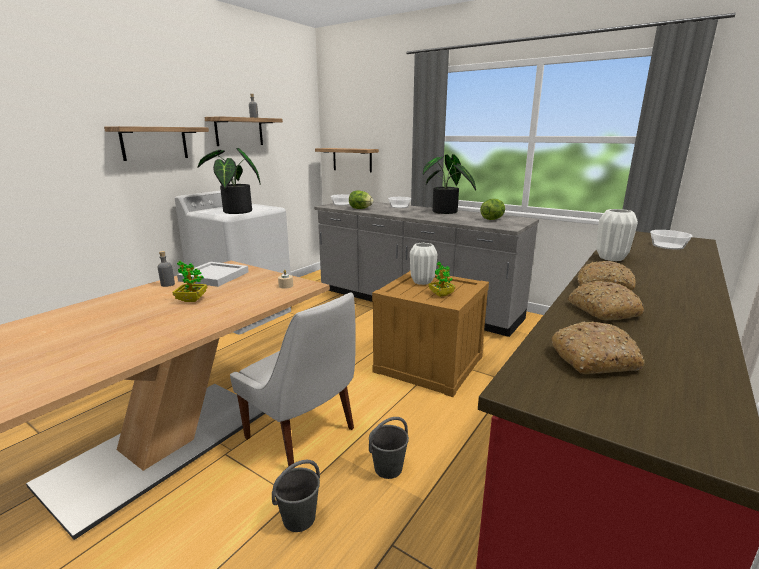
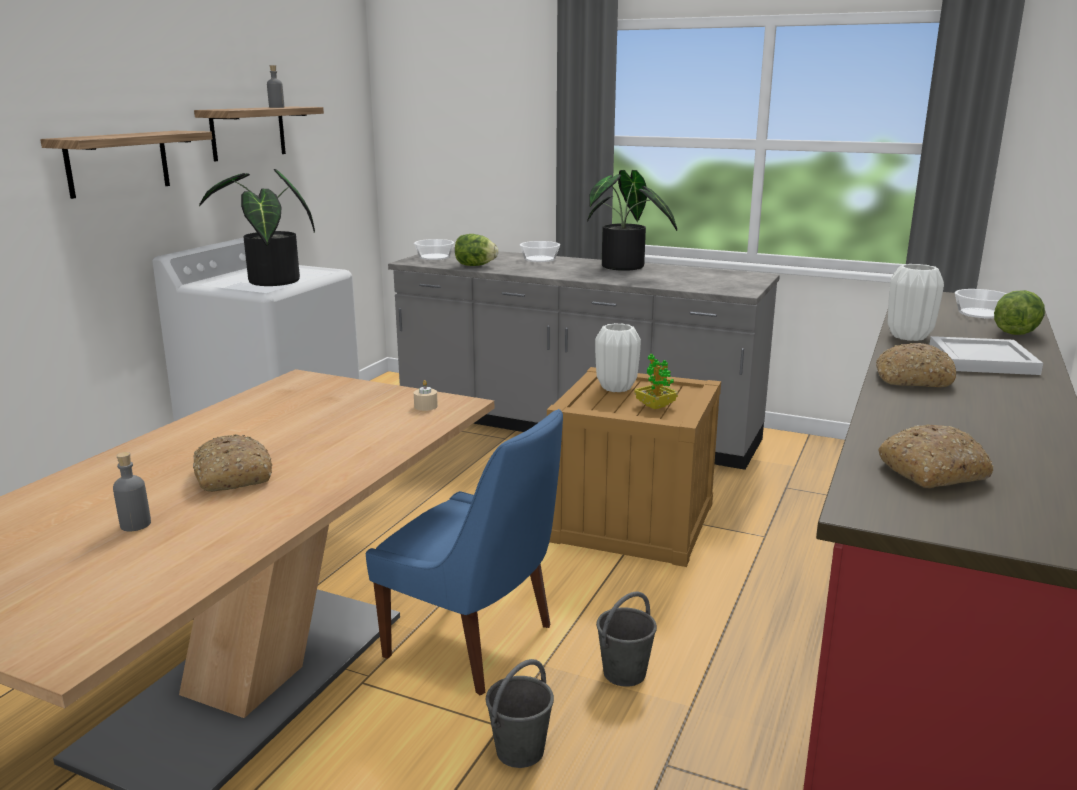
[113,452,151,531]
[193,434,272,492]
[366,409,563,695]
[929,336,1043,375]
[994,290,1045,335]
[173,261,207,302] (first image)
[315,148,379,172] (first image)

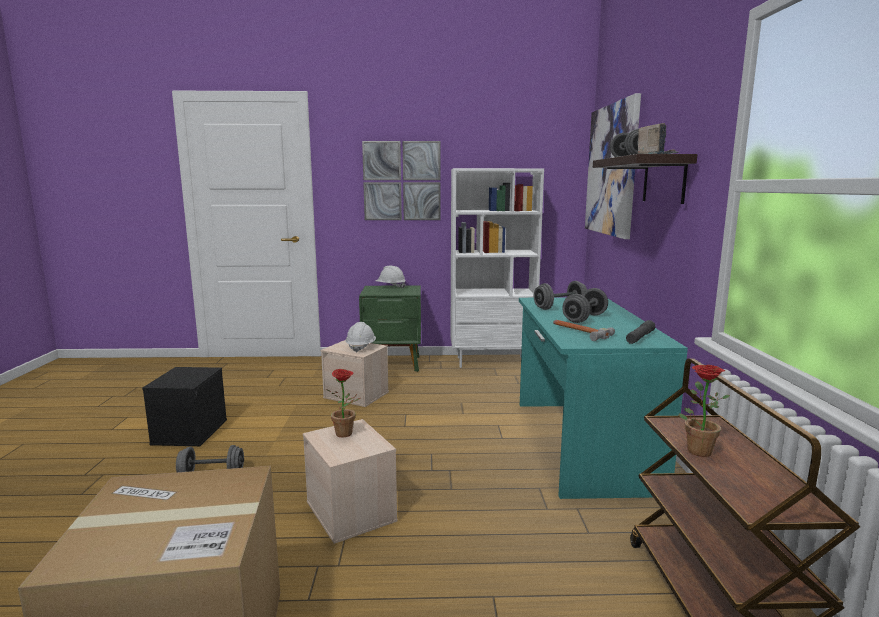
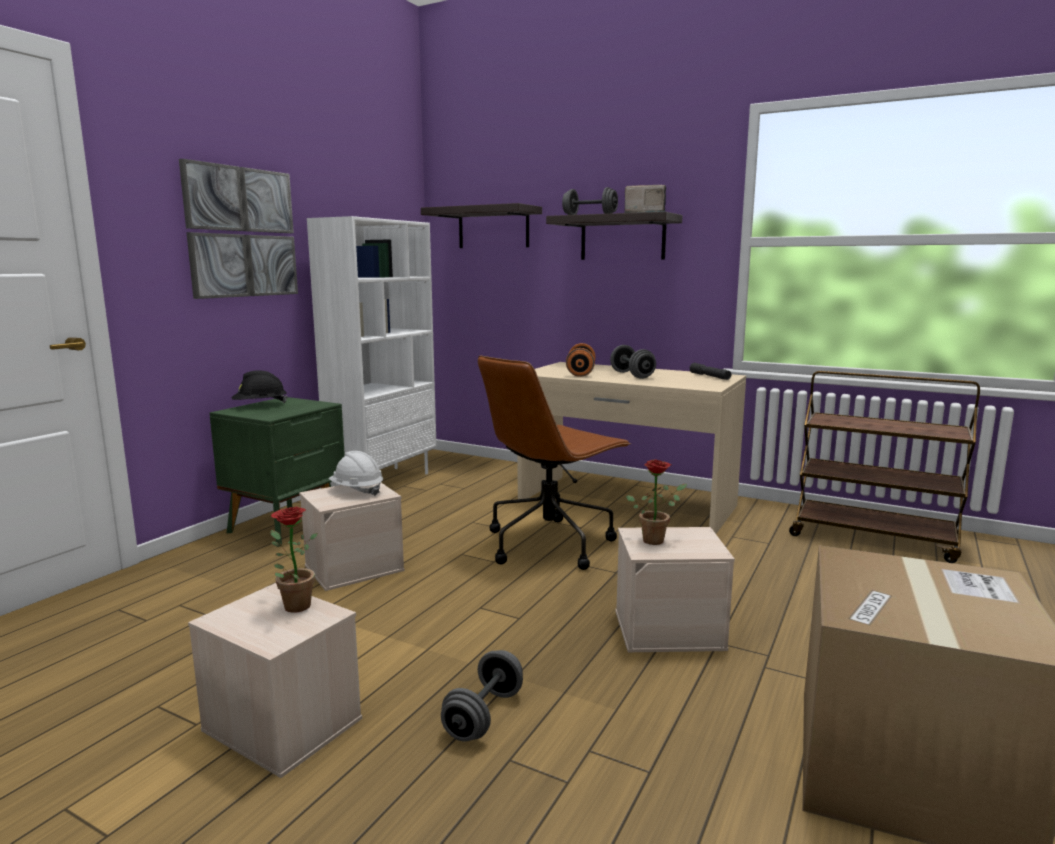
[188,583,362,778]
[232,370,288,403]
[270,507,318,613]
[421,203,542,248]
[478,356,631,570]
[518,362,746,534]
[566,343,595,377]
[553,320,615,341] (first image)

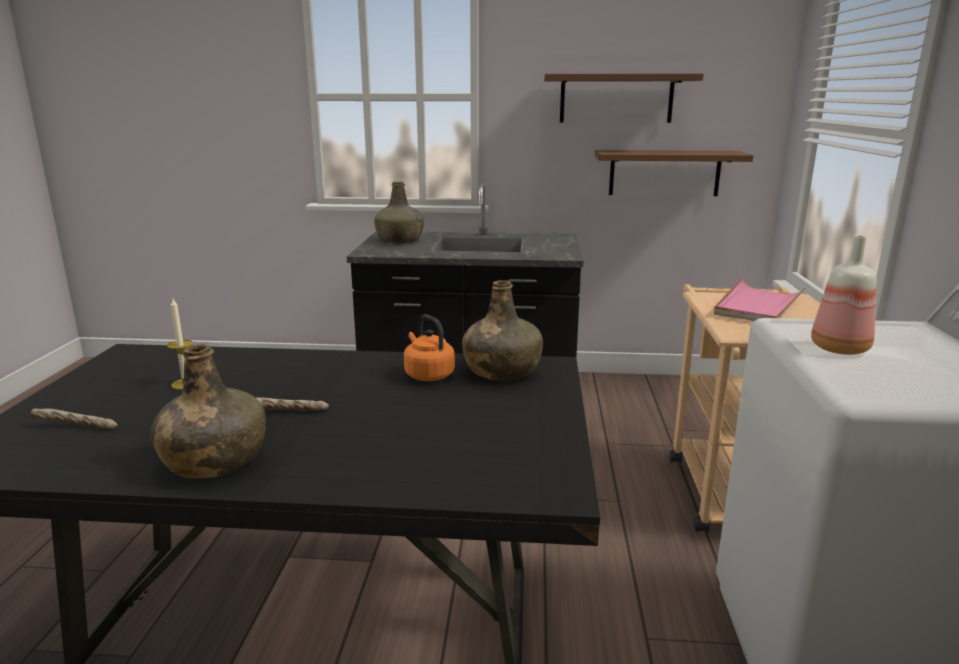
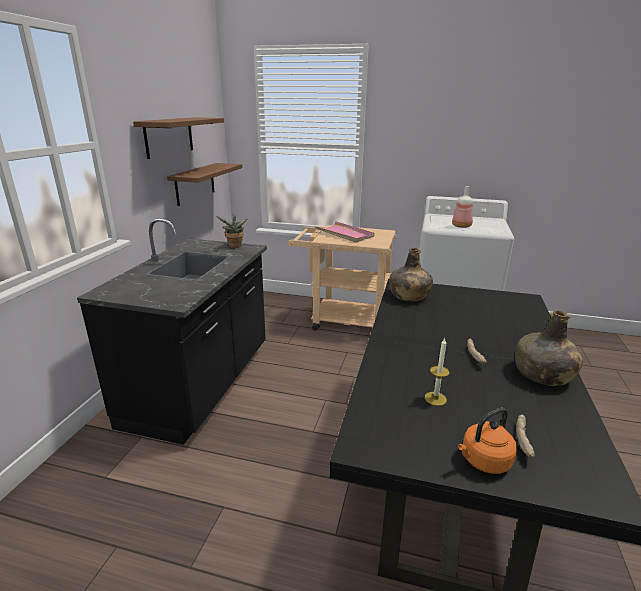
[216,213,248,248]
[458,408,517,474]
[374,181,424,243] (first image)

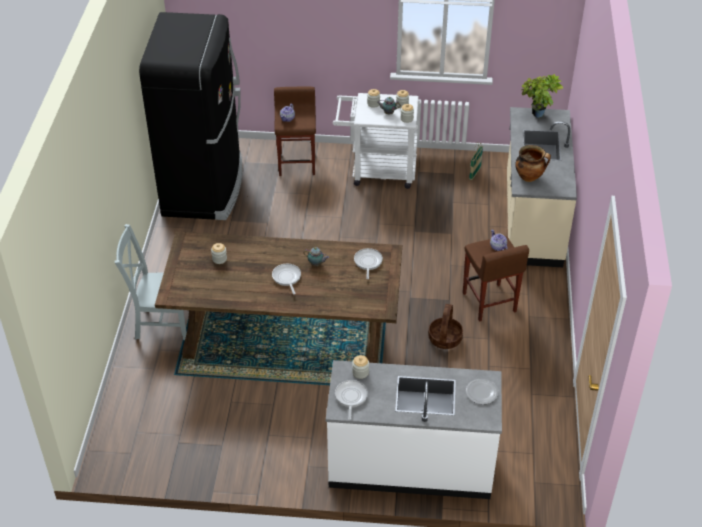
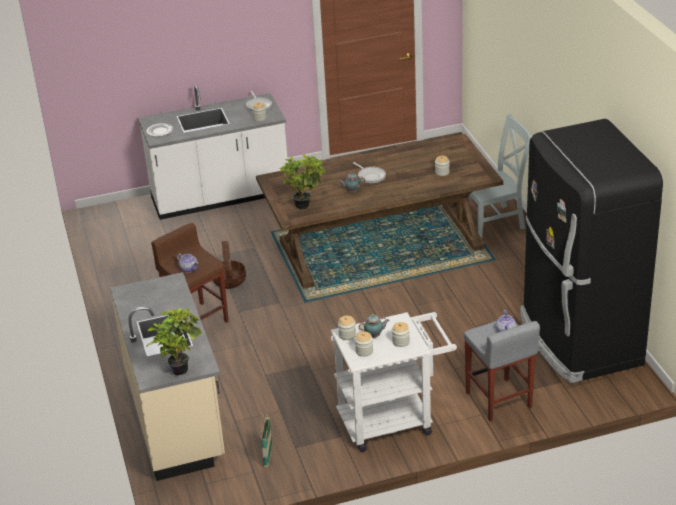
[280,154,325,210]
[463,321,540,422]
[515,145,551,182] (first image)

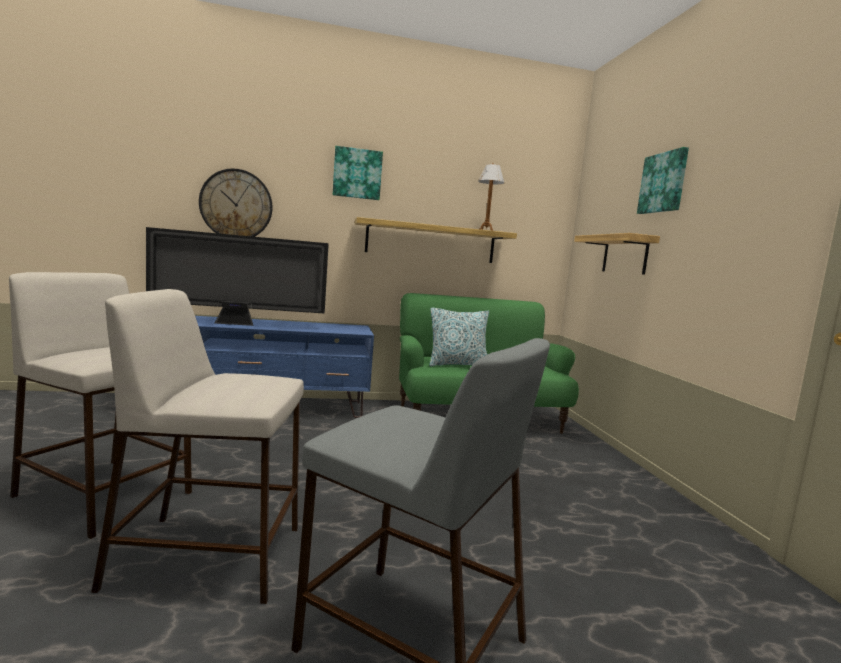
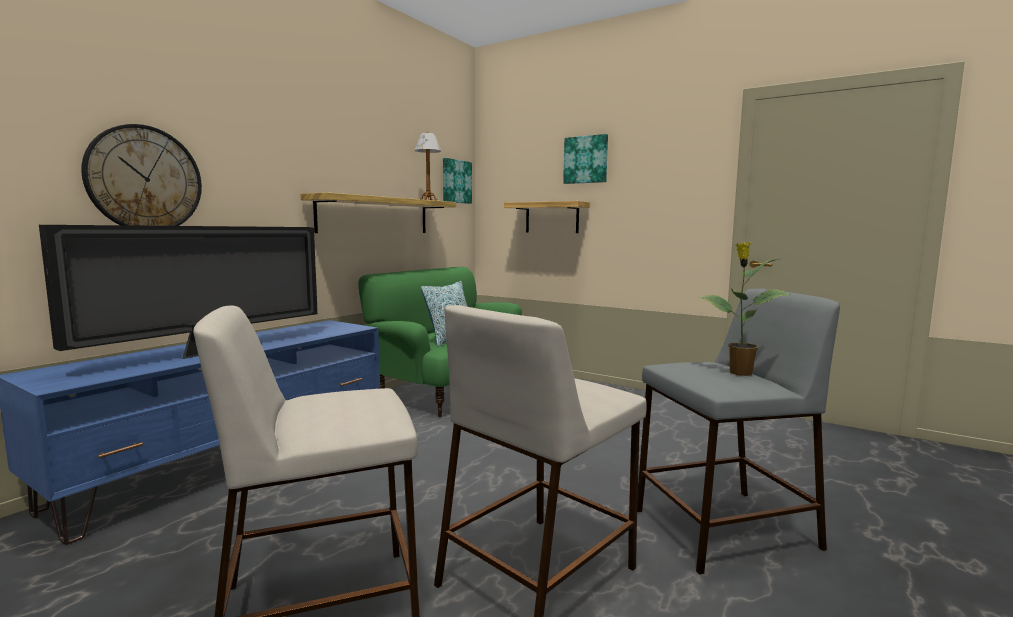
[443,158,472,204]
[699,242,791,376]

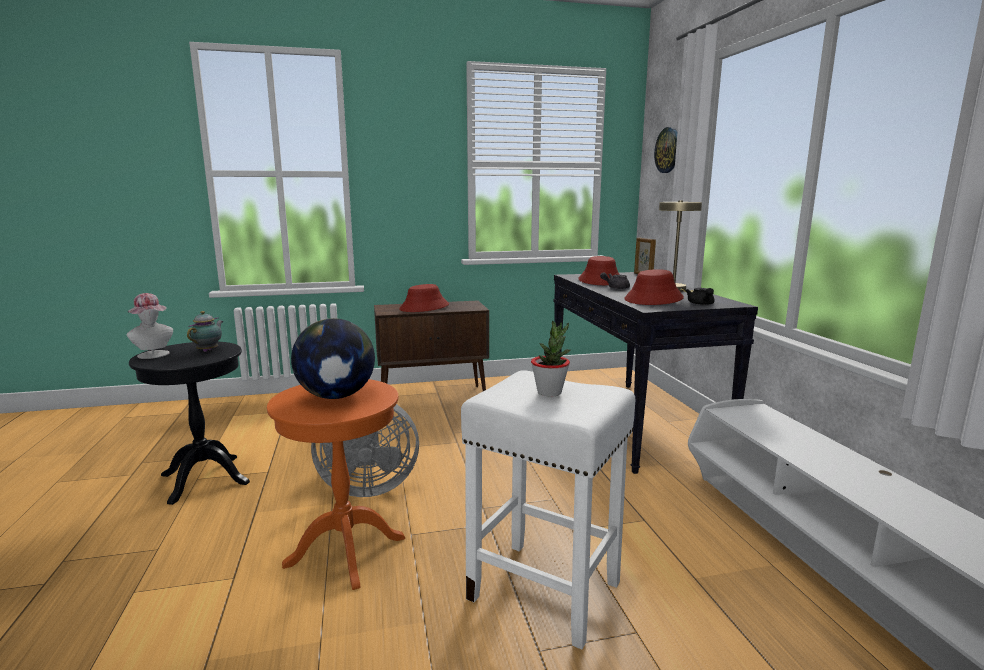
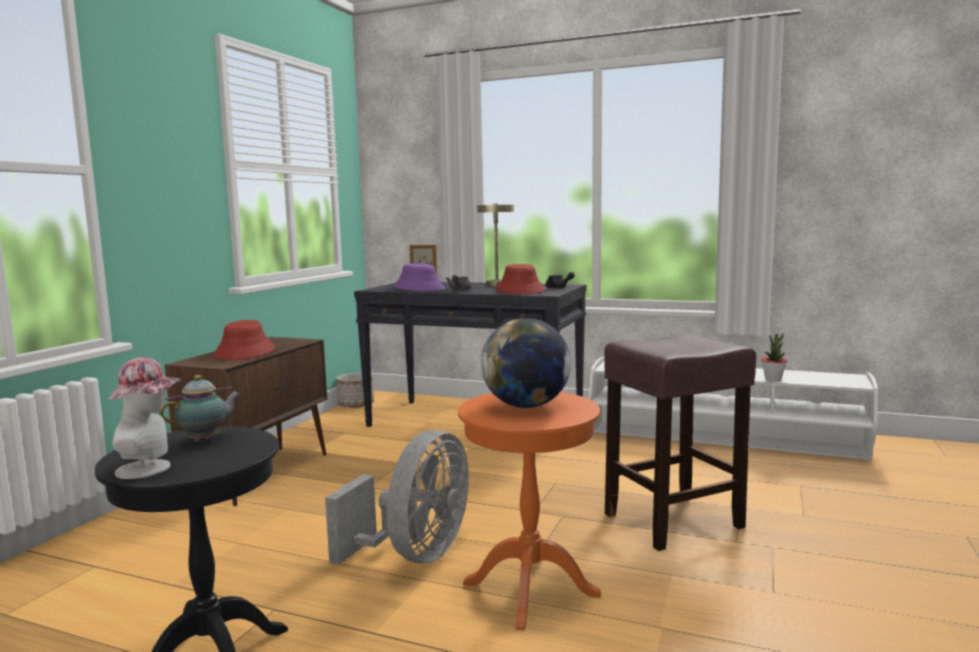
[159,375,241,442]
[336,373,374,408]
[393,264,445,291]
[604,334,756,551]
[761,333,787,381]
[654,127,677,173] (first image)

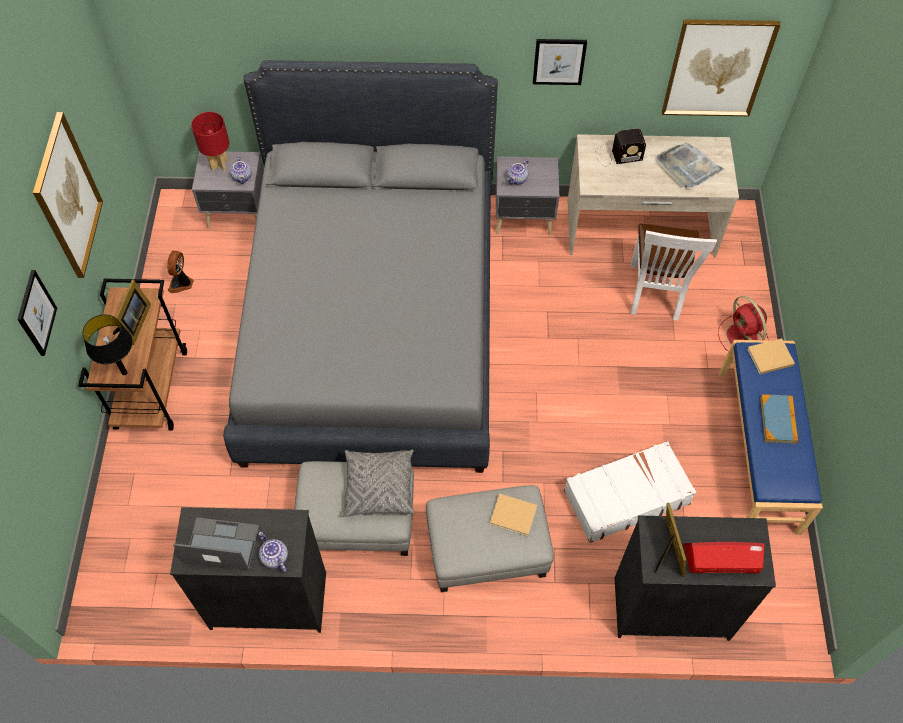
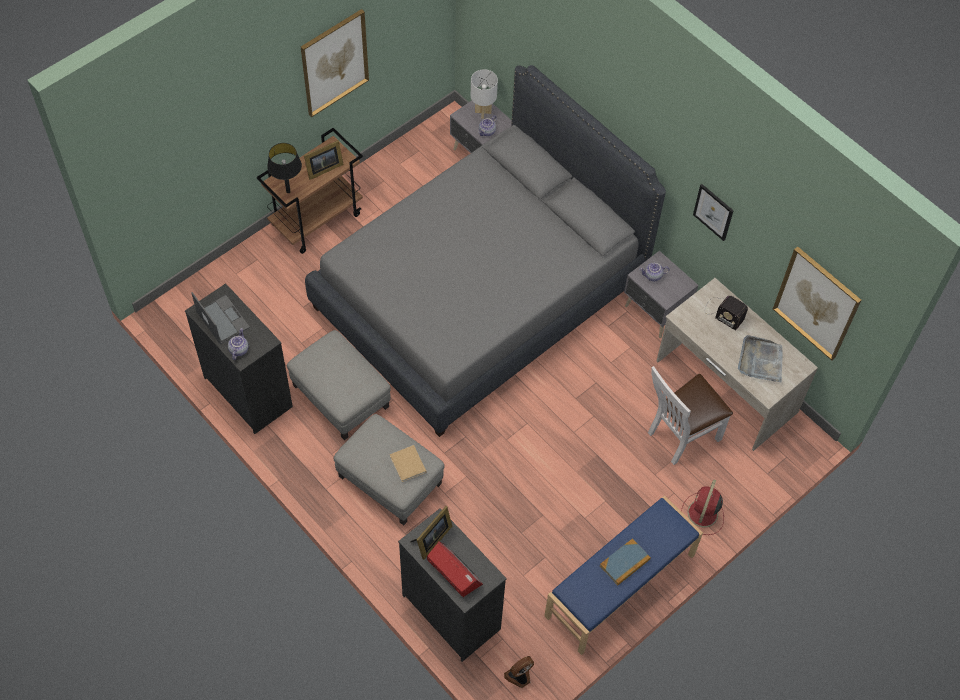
[471,69,498,119]
[504,656,534,688]
[17,270,57,356] (first image)
[341,449,414,517] (first image)
[564,441,696,543] (first image)
[747,338,795,374] (first image)

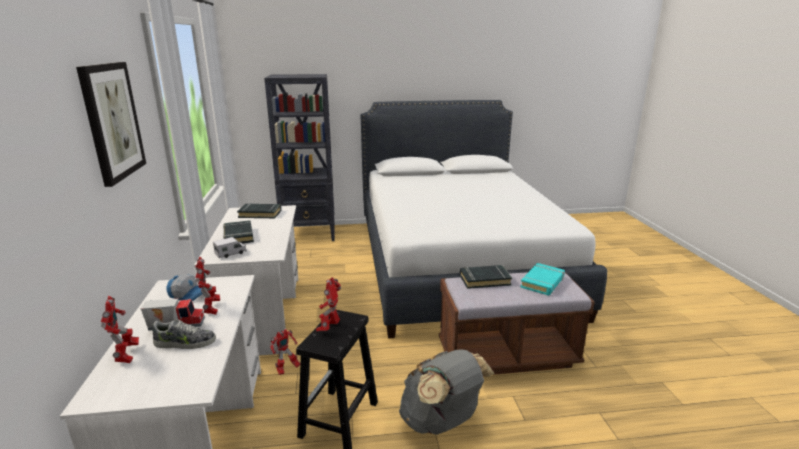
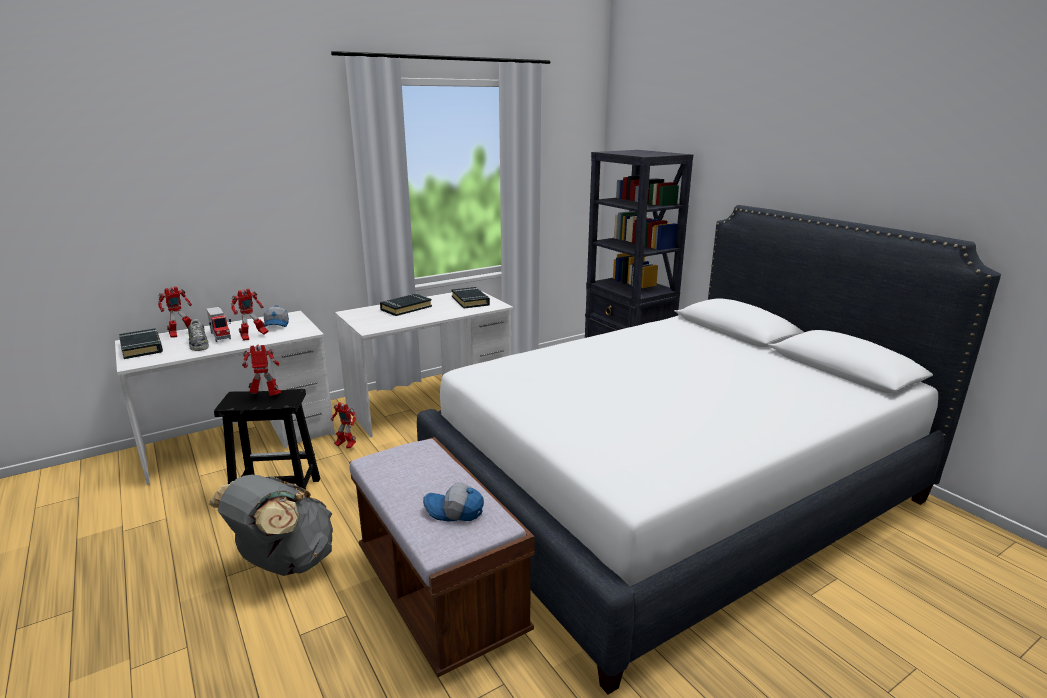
[119,329,163,359]
[423,483,484,521]
[76,62,146,187] (first image)
[213,237,247,259] (first image)

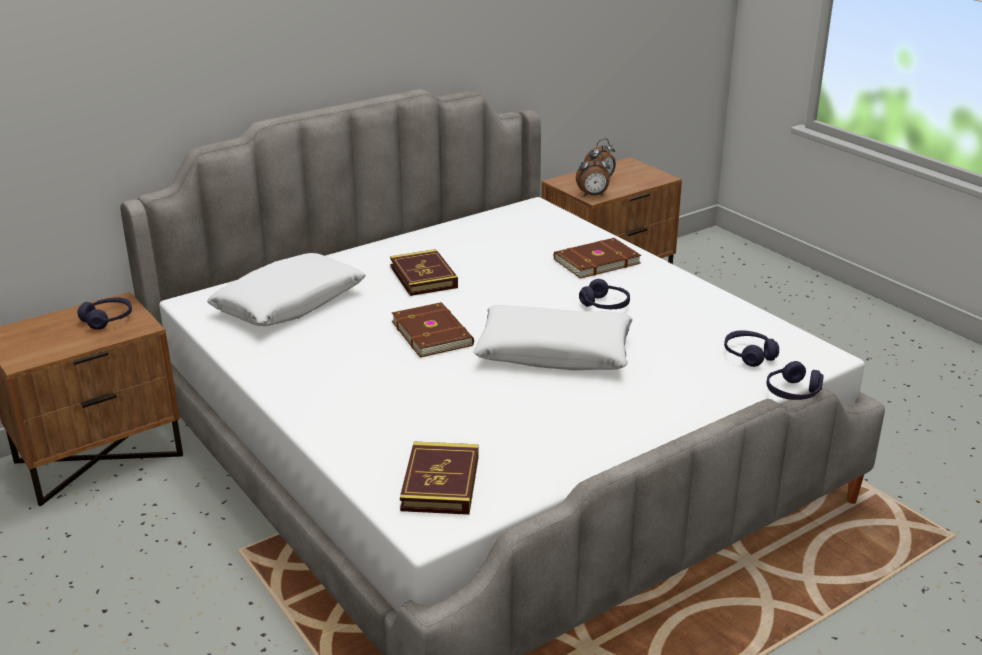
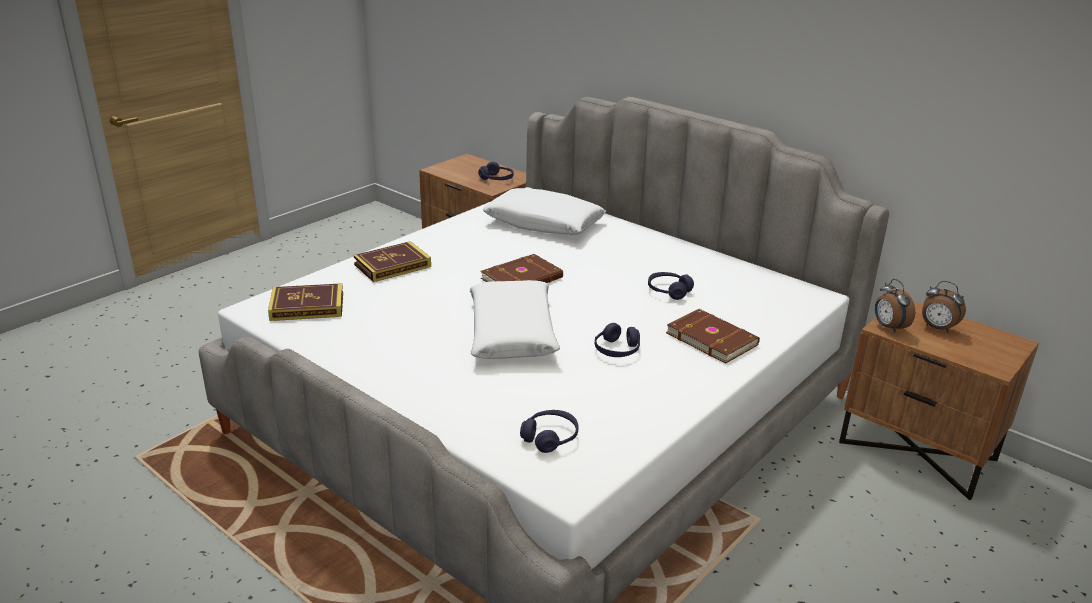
[354,241,431,282]
[648,272,694,300]

